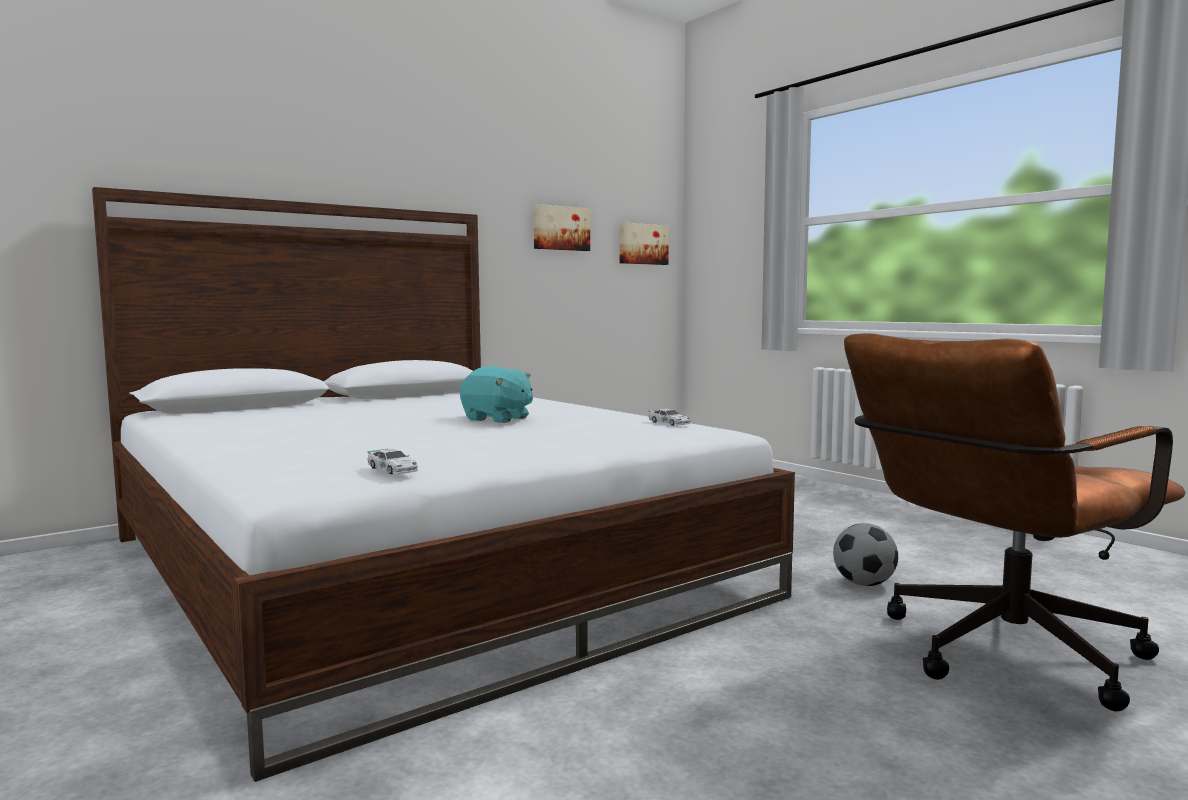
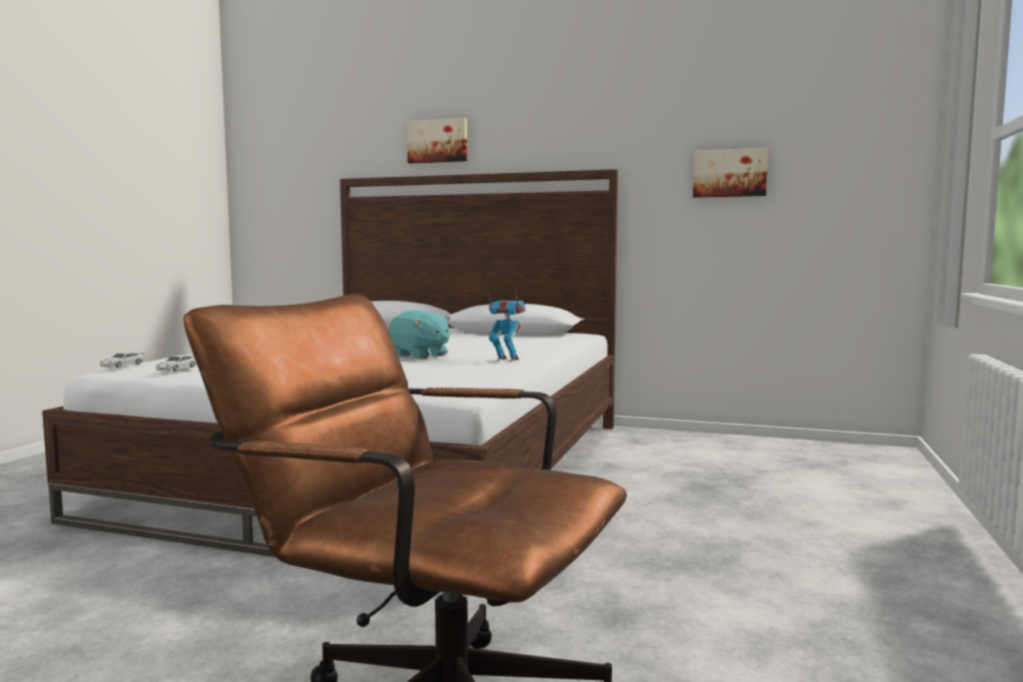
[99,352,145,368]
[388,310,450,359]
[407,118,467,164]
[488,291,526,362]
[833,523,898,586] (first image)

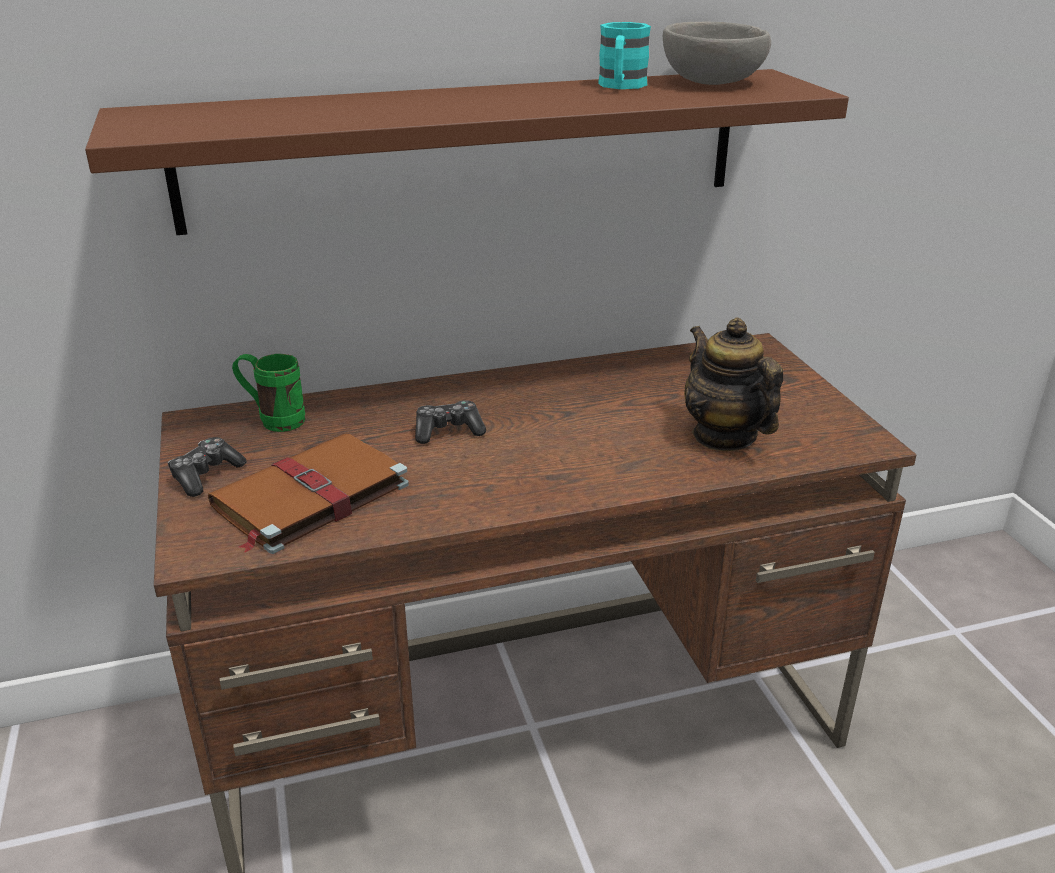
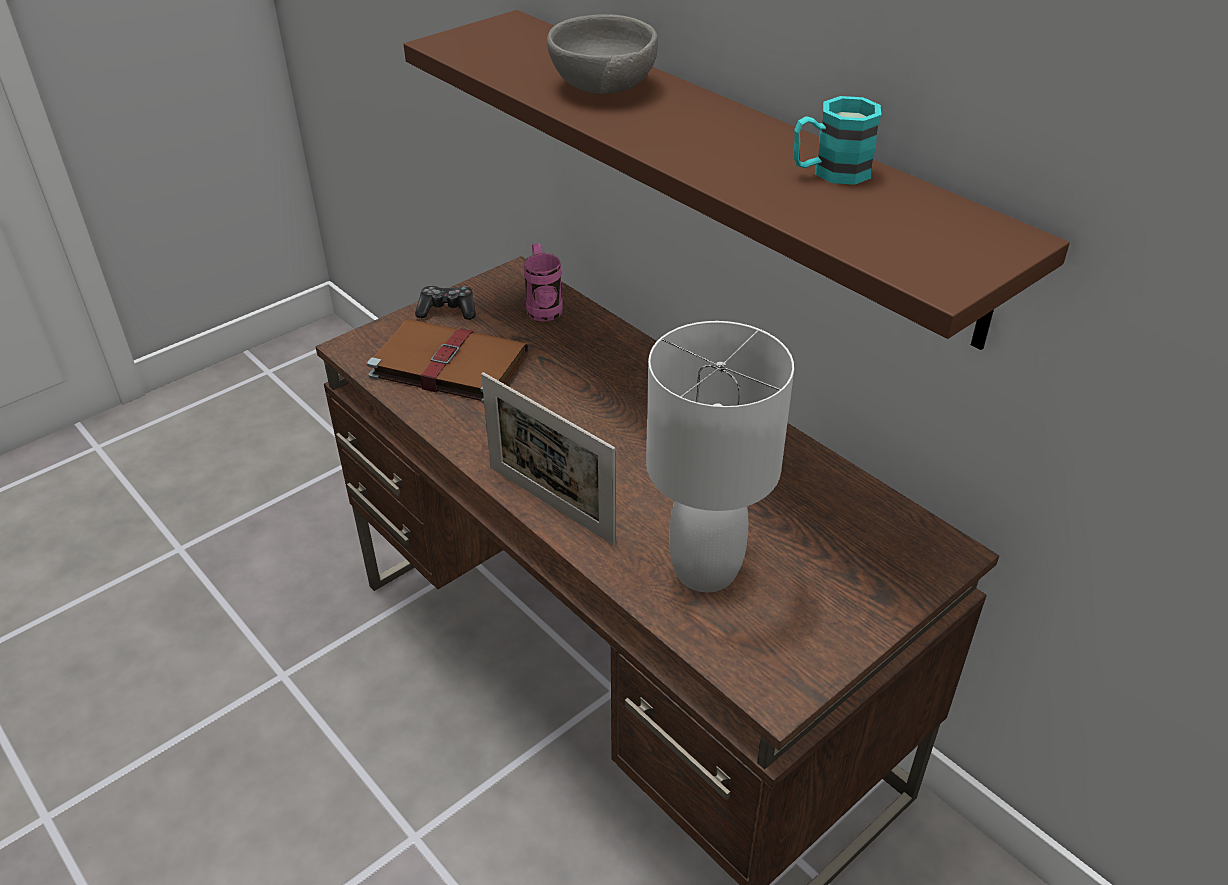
[481,372,616,545]
[524,243,563,321]
[547,14,658,94]
[646,321,794,592]
[415,400,486,444] (first image)

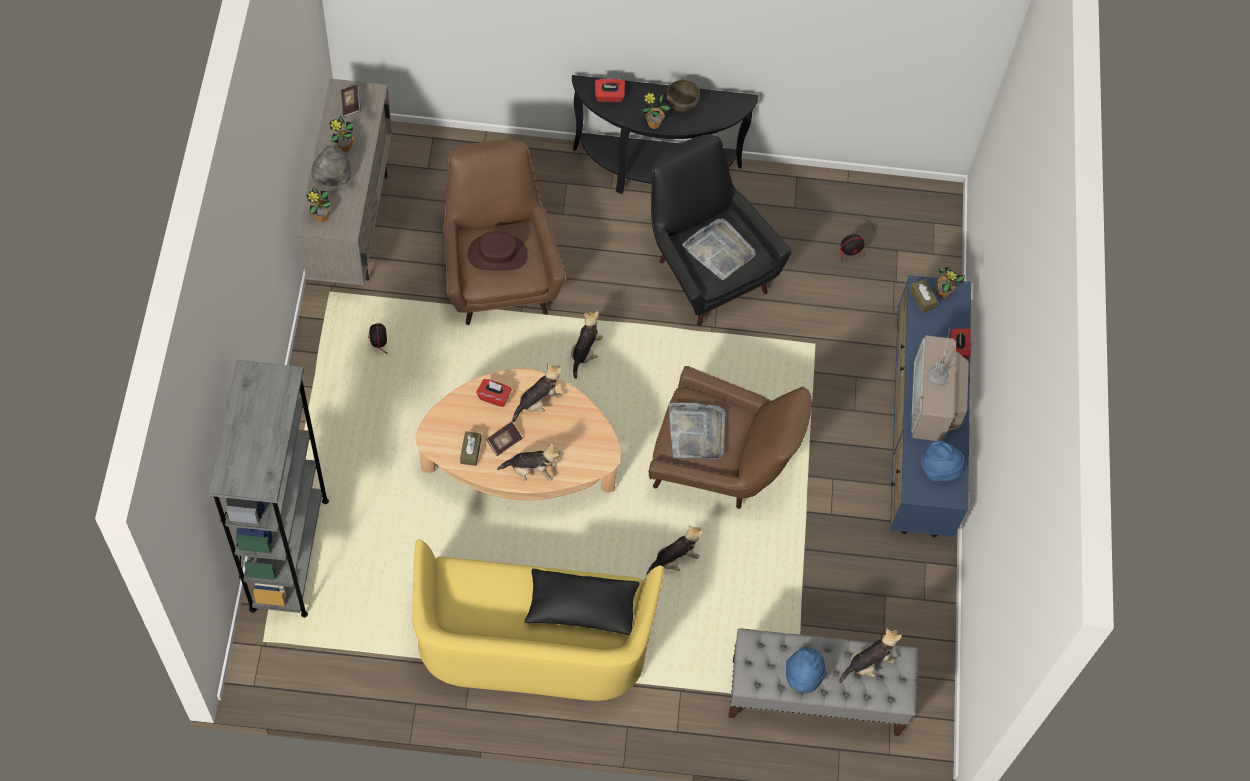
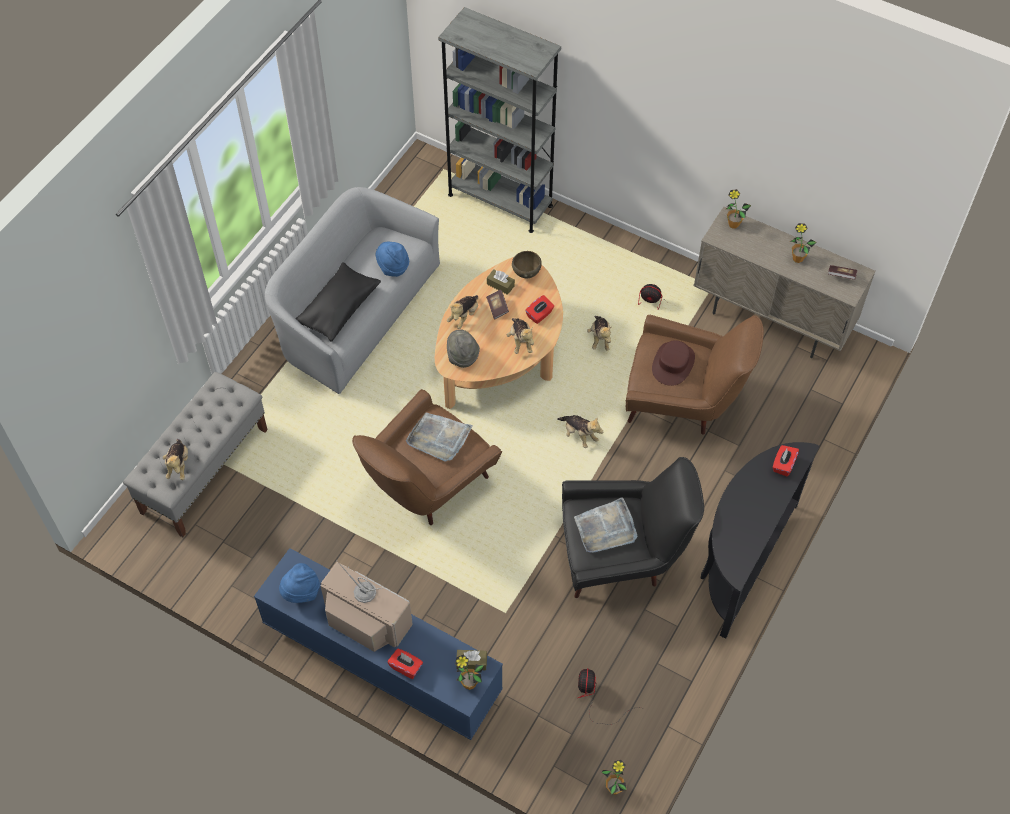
[265,187,440,394]
[376,242,409,277]
[447,329,480,368]
[512,251,542,278]
[587,316,612,351]
[602,760,627,795]

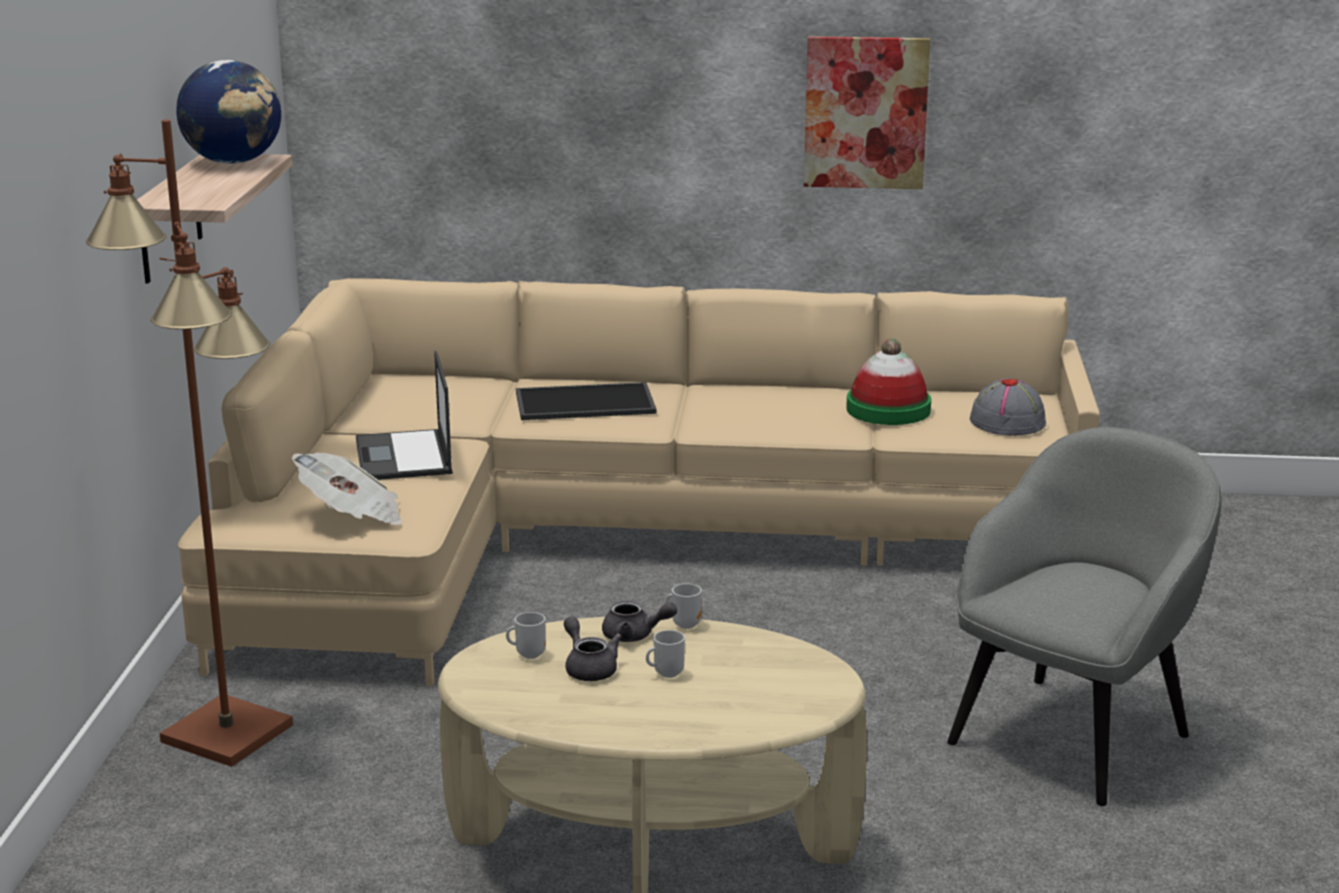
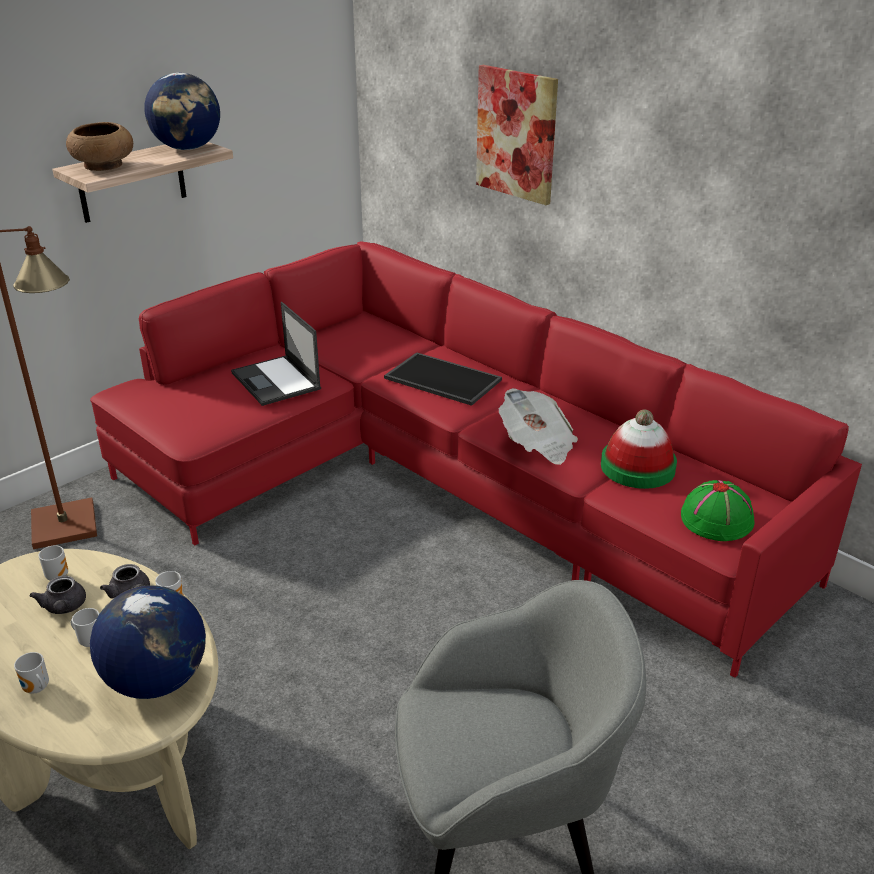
[14,652,49,694]
[29,576,86,614]
[66,122,133,171]
[90,241,862,678]
[90,585,206,699]
[231,302,321,406]
[476,65,558,205]
[499,388,578,465]
[681,480,755,541]

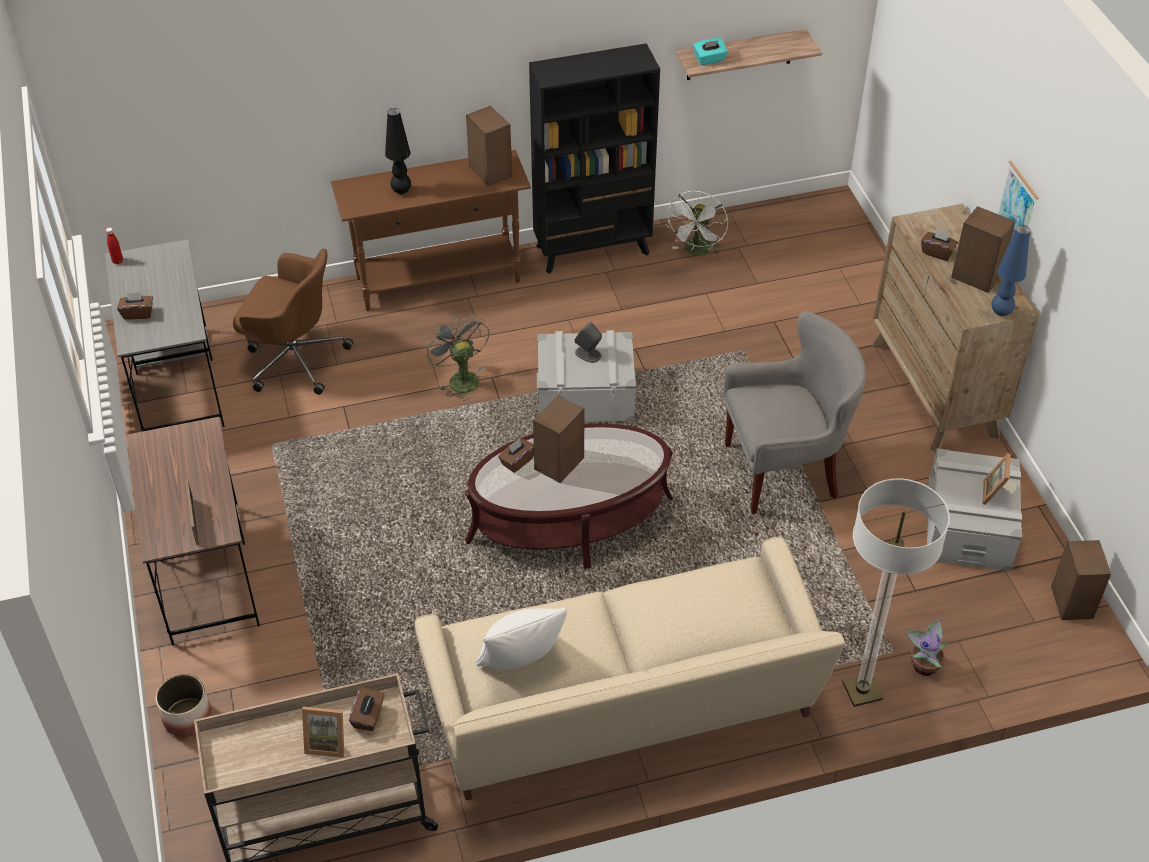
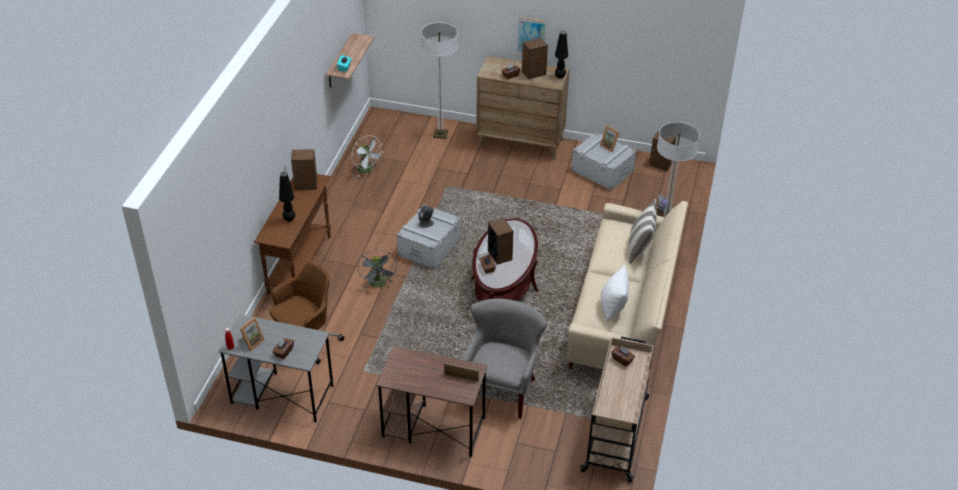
[238,317,265,351]
[357,249,397,289]
[421,22,458,139]
[462,298,547,419]
[555,31,568,78]
[629,199,657,264]
[156,674,212,737] (first image)
[529,43,660,273] (first image)

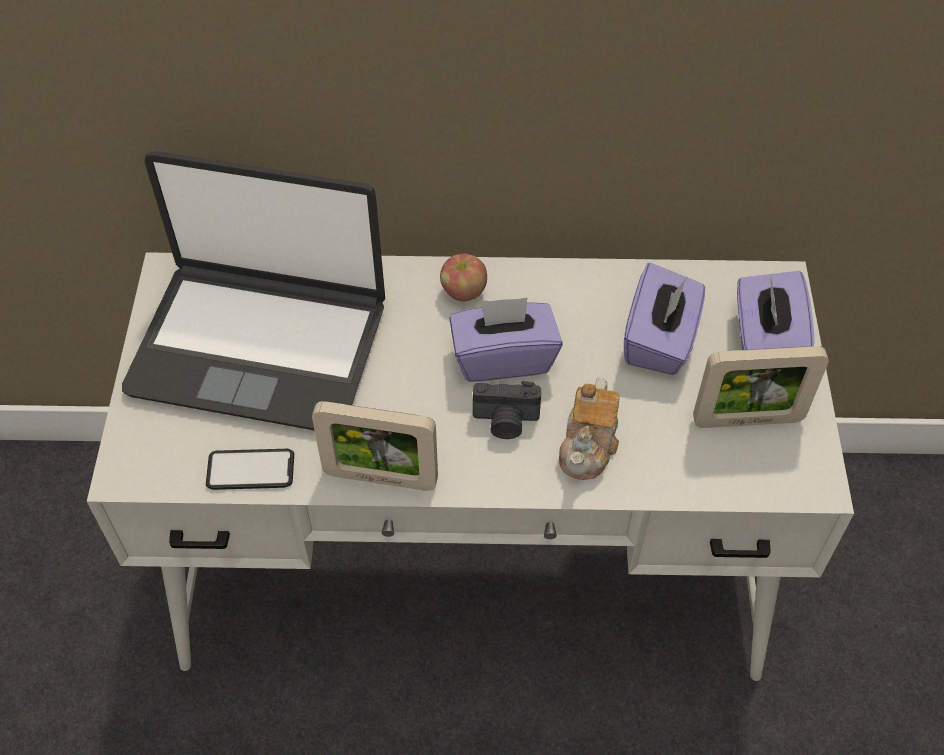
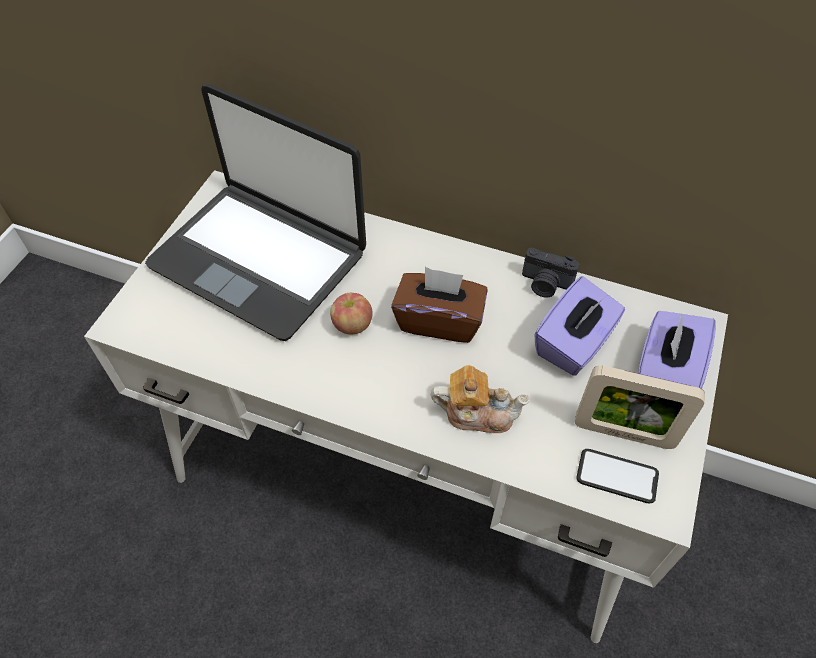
[330,293,373,334]
[391,267,488,343]
[431,365,530,433]
[522,248,579,297]
[576,449,659,503]
[312,401,438,491] (first image)

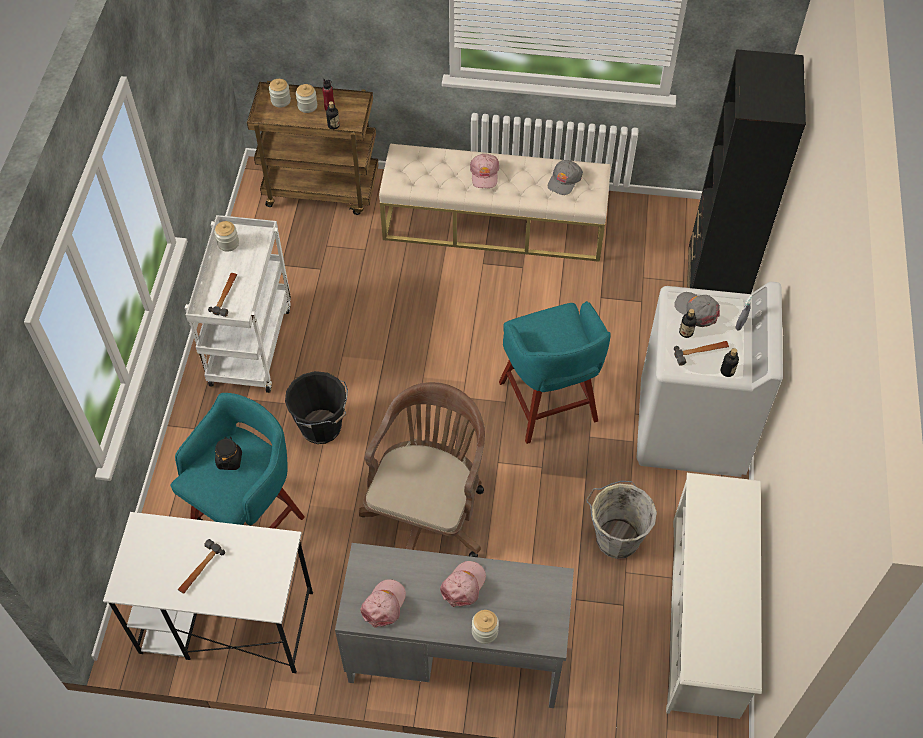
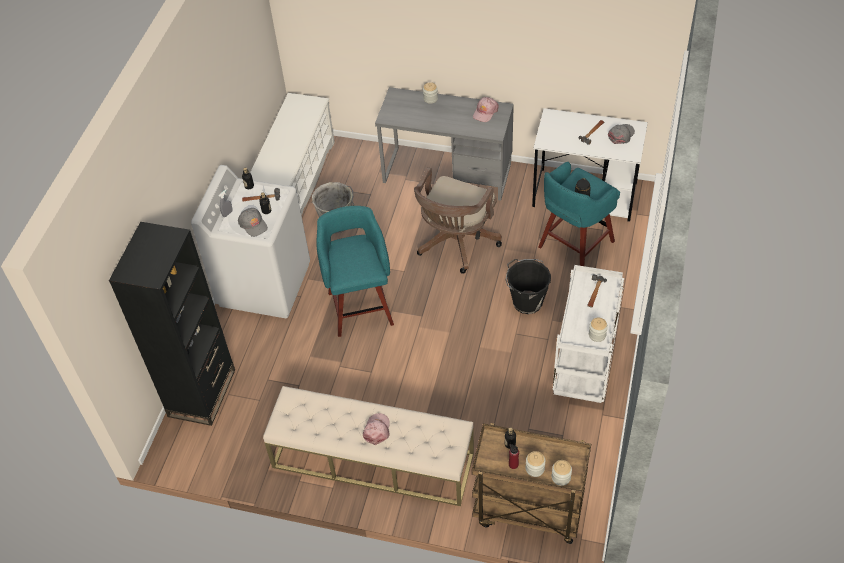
[608,124,635,144]
[440,561,486,607] (first image)

